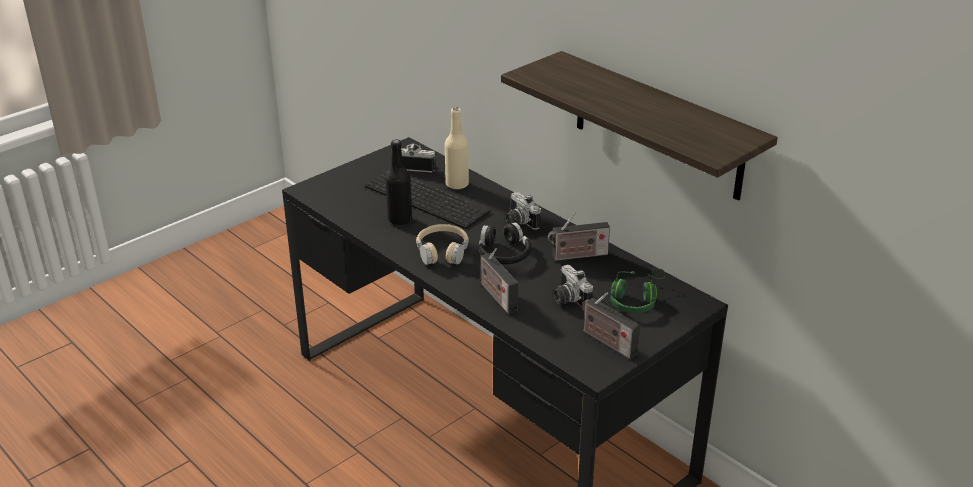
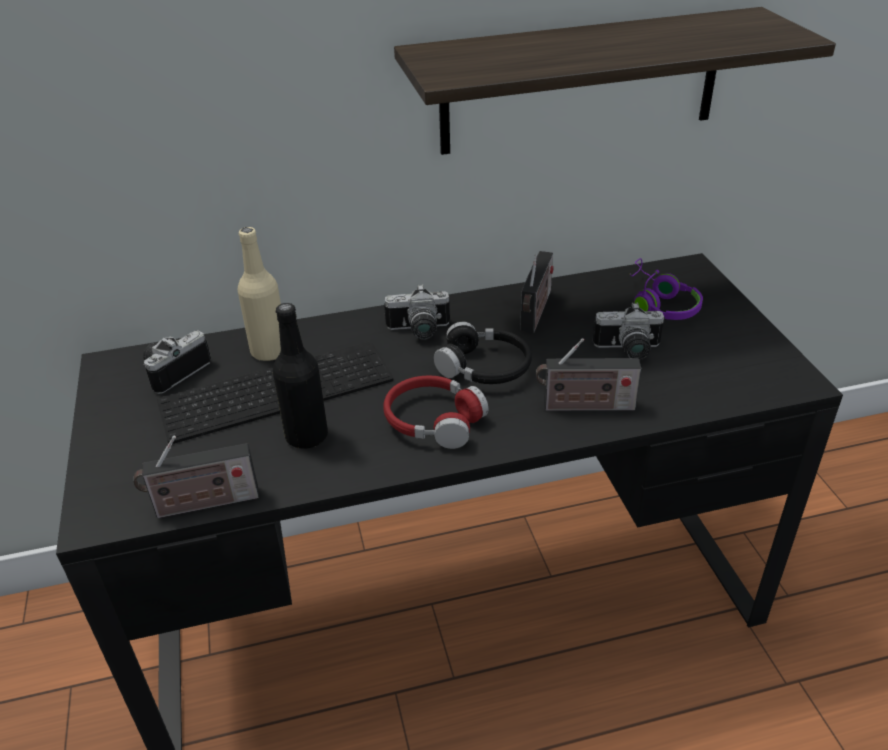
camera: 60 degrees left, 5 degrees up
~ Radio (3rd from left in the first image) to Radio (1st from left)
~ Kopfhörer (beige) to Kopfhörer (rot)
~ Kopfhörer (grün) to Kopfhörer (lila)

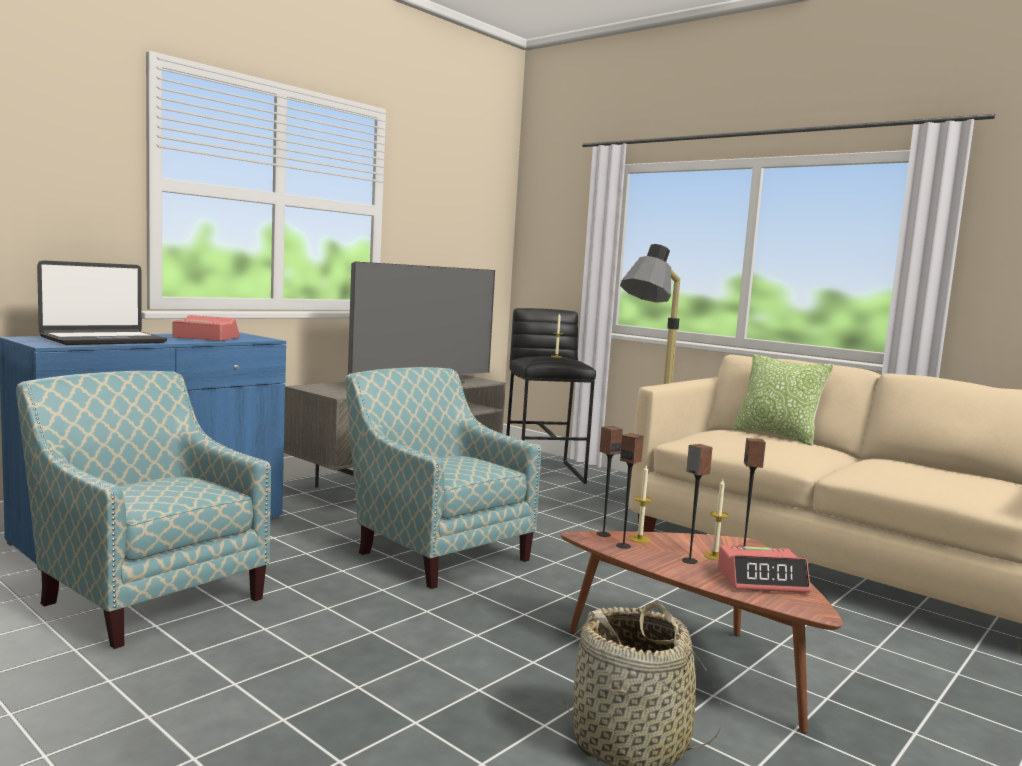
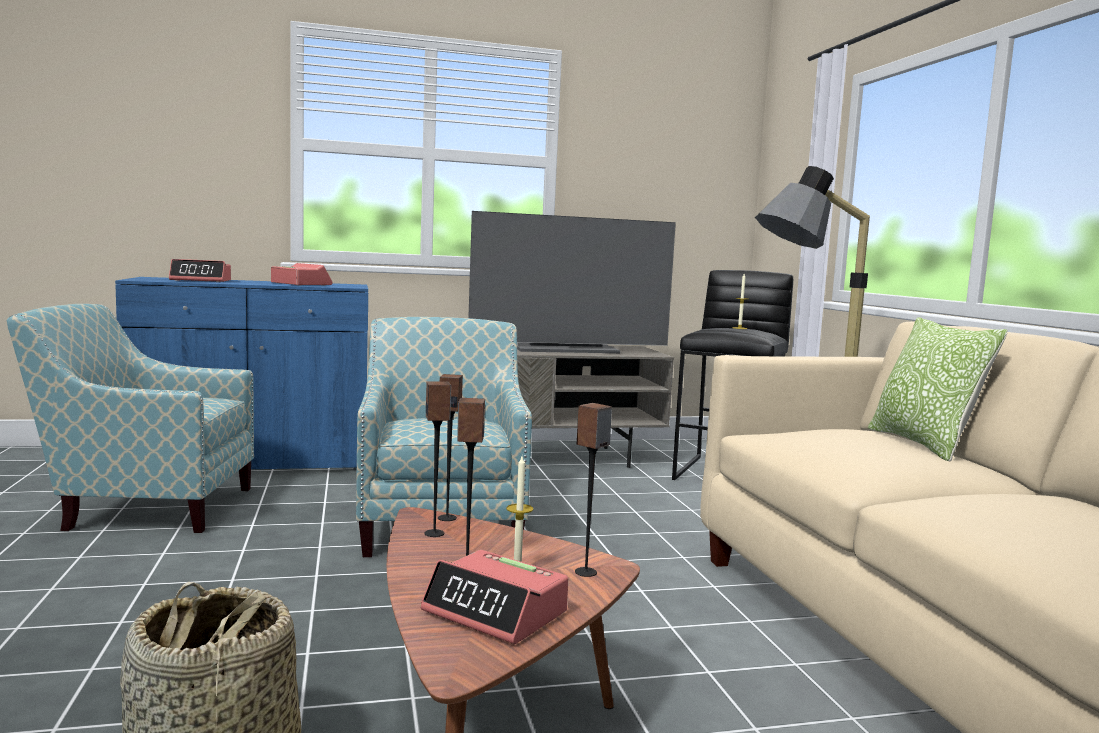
camera: 35 degrees right, 0 degrees up
~ Sessel (1st from left) 75 degrees counterclockwise
~ Laptop to Wecker (1st from left)
- Kerze (2nd from left)

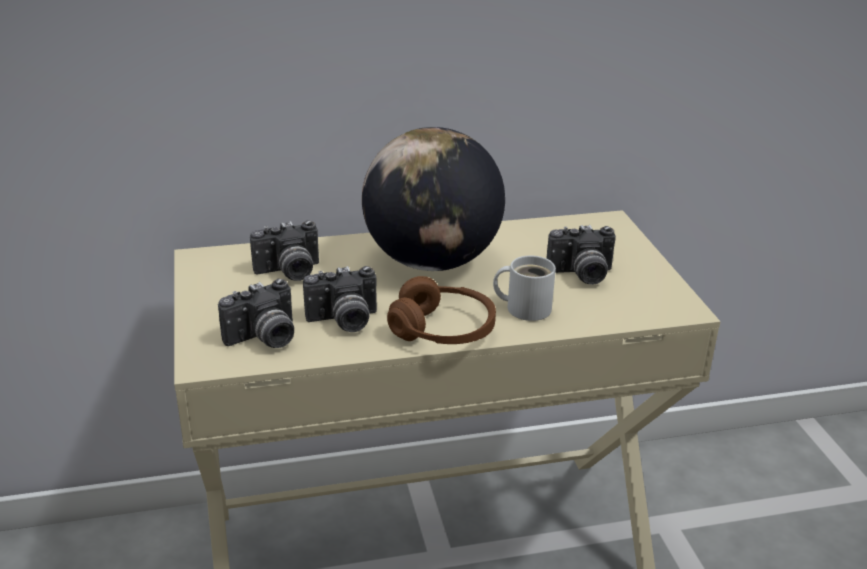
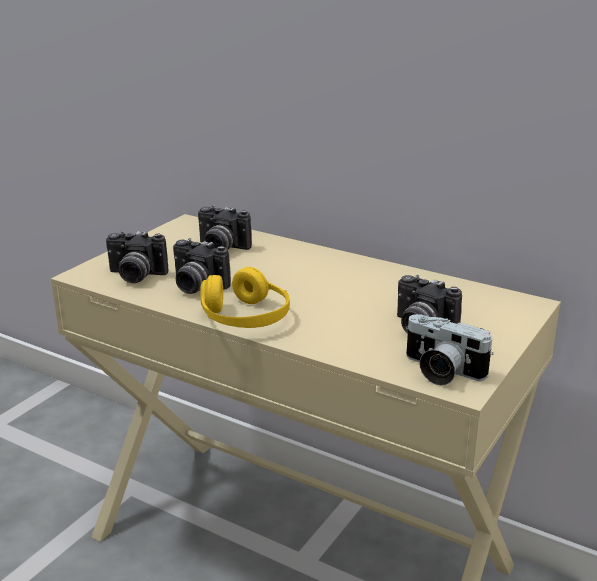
camera: 45 degrees right, 5 degrees down
~ Kopfhörer (braun) to Kopfhörer (gelb)
+ Kamera (5th from left)
- Globus
- Henkelbecher (weiß)

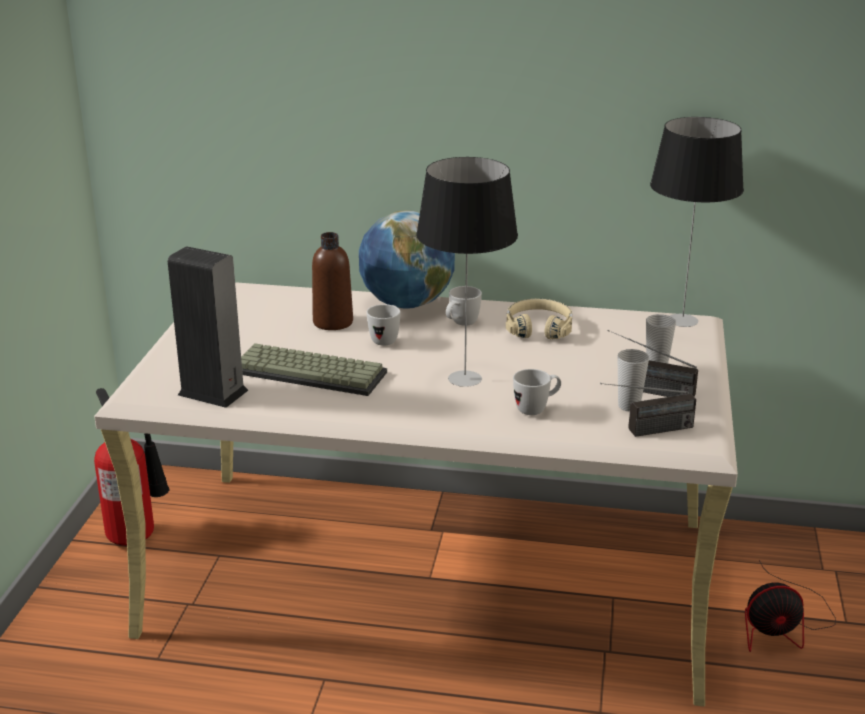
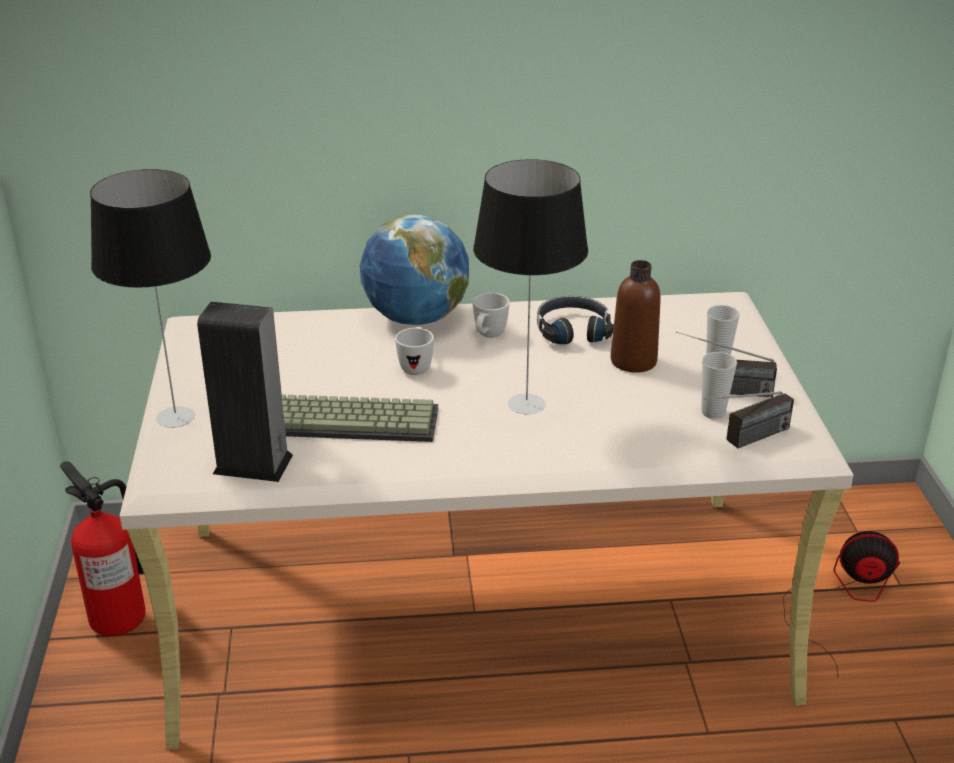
camera: 15 degrees left, 5 degrees up
~ Tischlampe (2nd from left in the first image) to Tischlampe (1st from left)
~ Kopfhörer (beige) to Kopfhörer (schwarz)
~ Flasche (braun)
~ Ventilator 150 degrees counterclockwise
- Henkelbecher (weiß) (3rd from left)

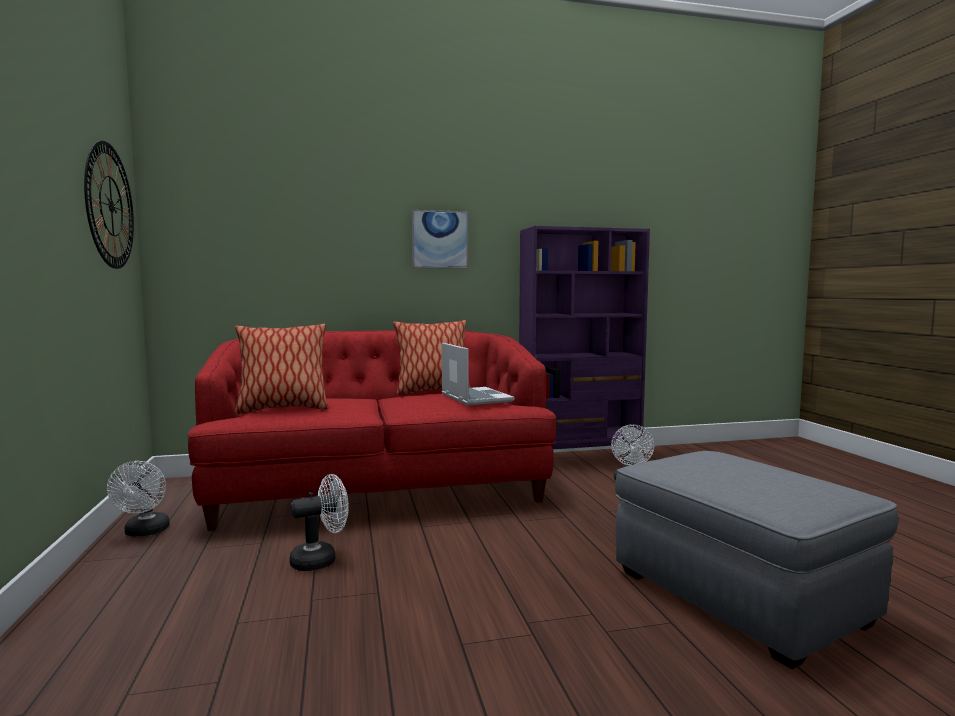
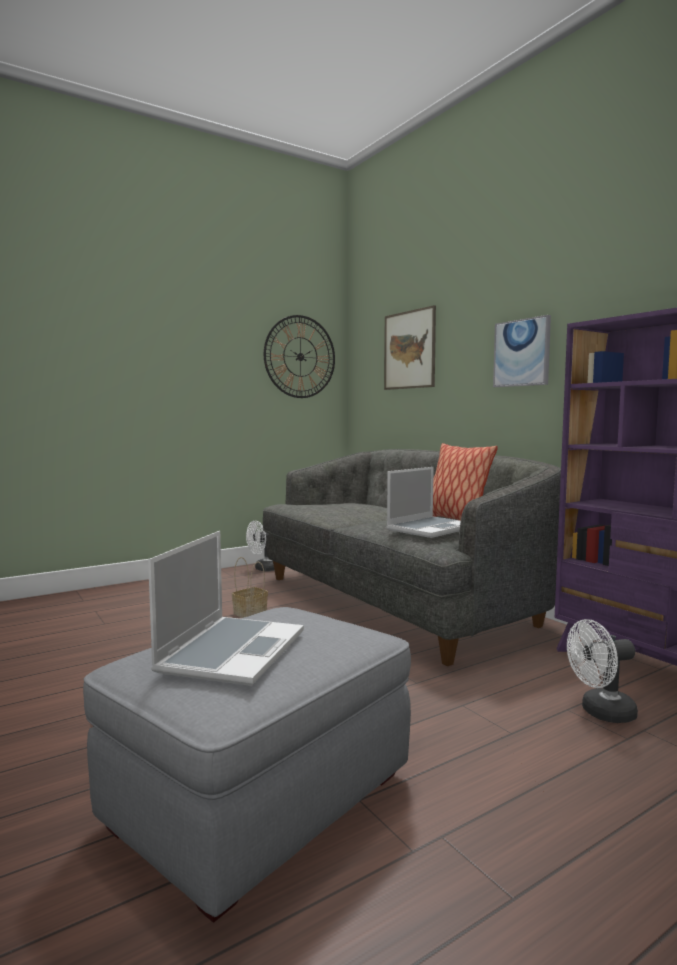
camera: 70 degrees right, 0 degrees up
+ Laptop (1st from left)
~ Ventilator (weiß) (2nd from left) to Korb
~ Sofa (rot) to Sofa (grau)
+ Bild (1st from left)
- Kissen (1st from left)

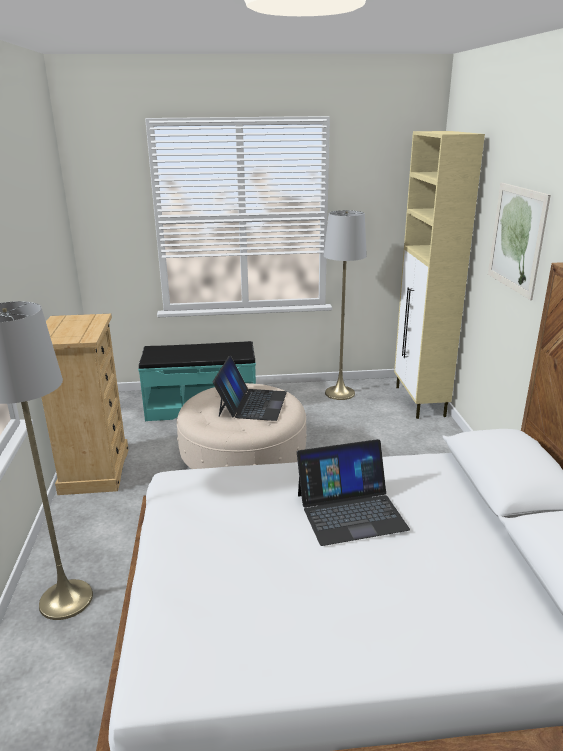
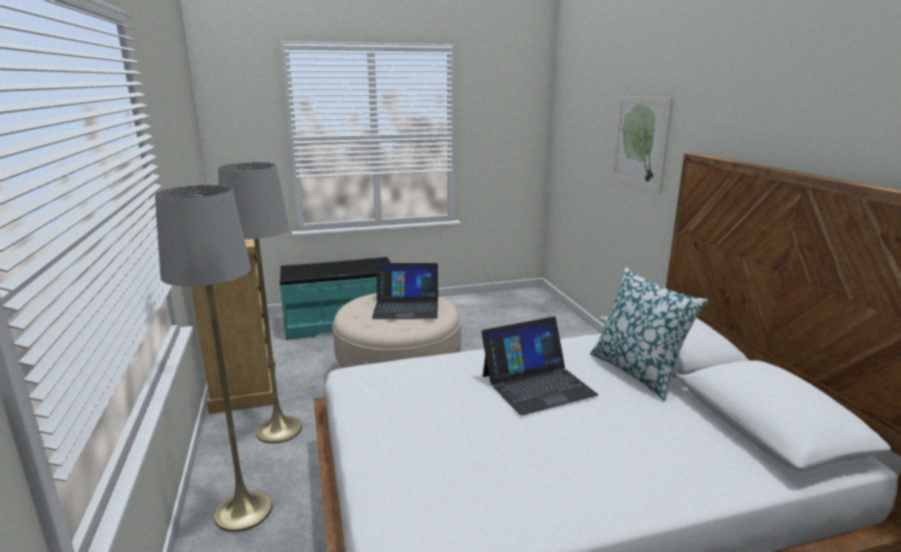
camera: 10 degrees left, 5 degrees down
~ Stehlampe (grau) (2nd from left)
~ Laptop (1st from left) 90 degrees clockwise
+ Kissen
- Schrank (beige)

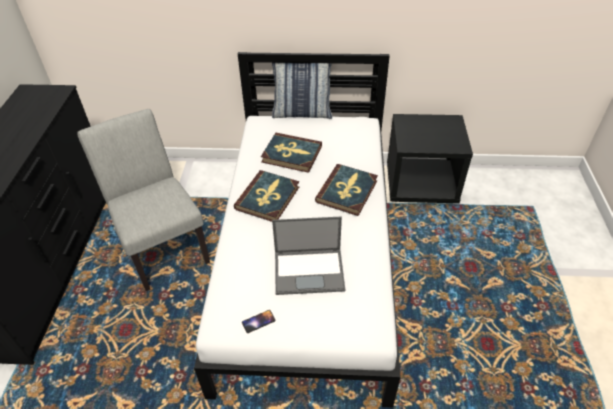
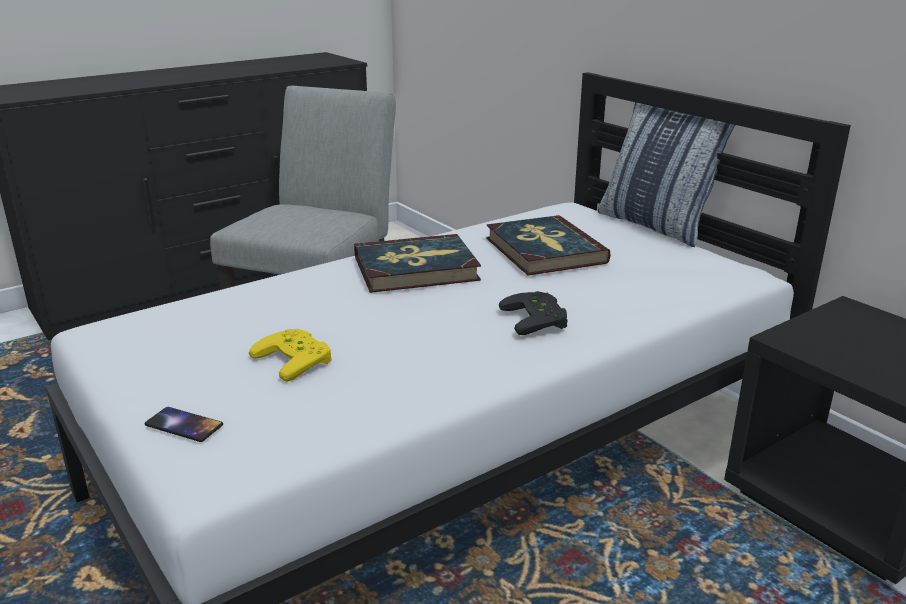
camera: 50 degrees right, 20 degrees down
~ Handy
~ Laptop to Gamepad (gelb)
~ Buch (3rd from left) to Gamepad (schwarz)

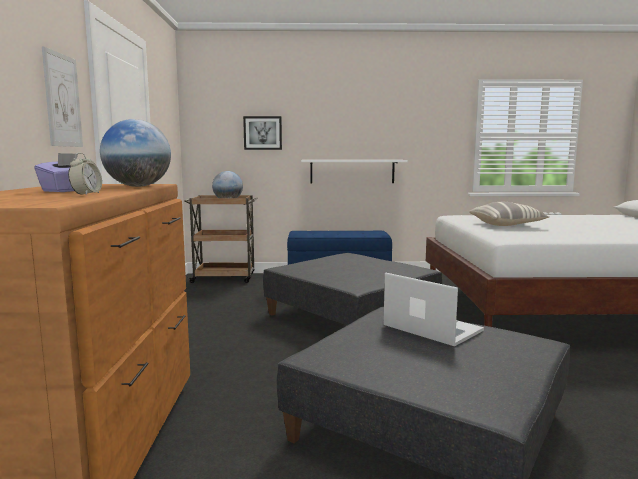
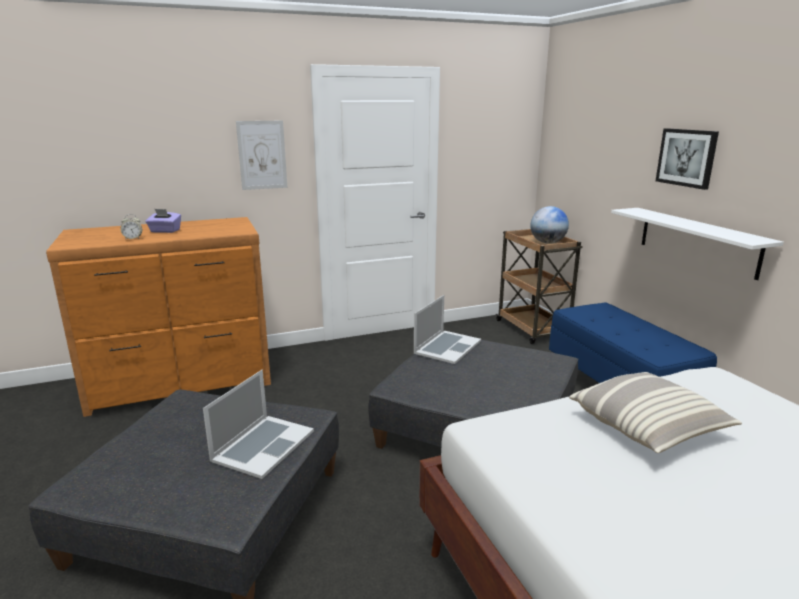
camera: 70 degrees right, 10 degrees up
+ Laptop (2nd from left)
~ Bild (2nd from left)
- Globus (1st from left)

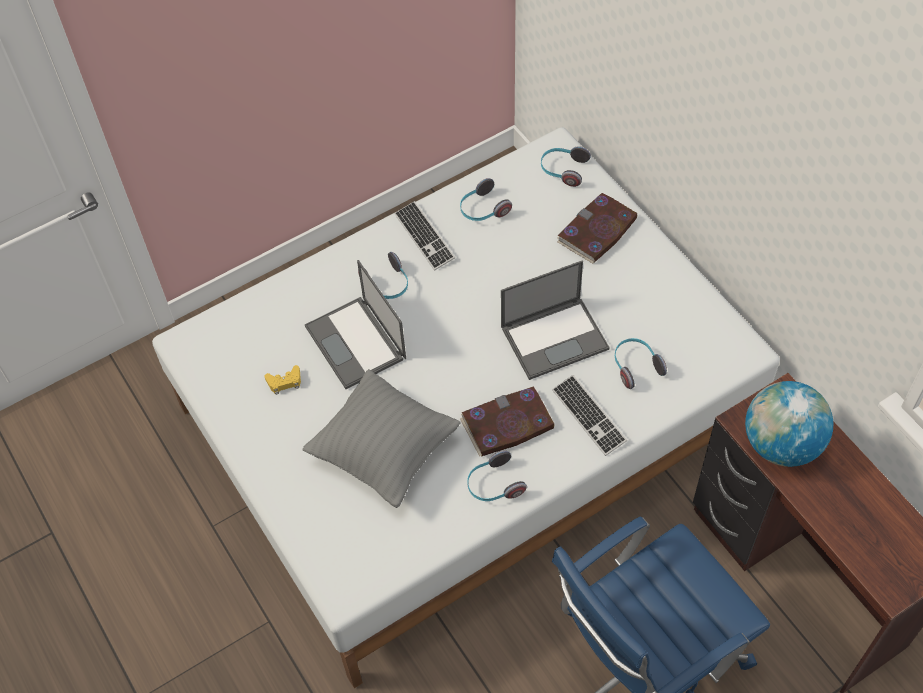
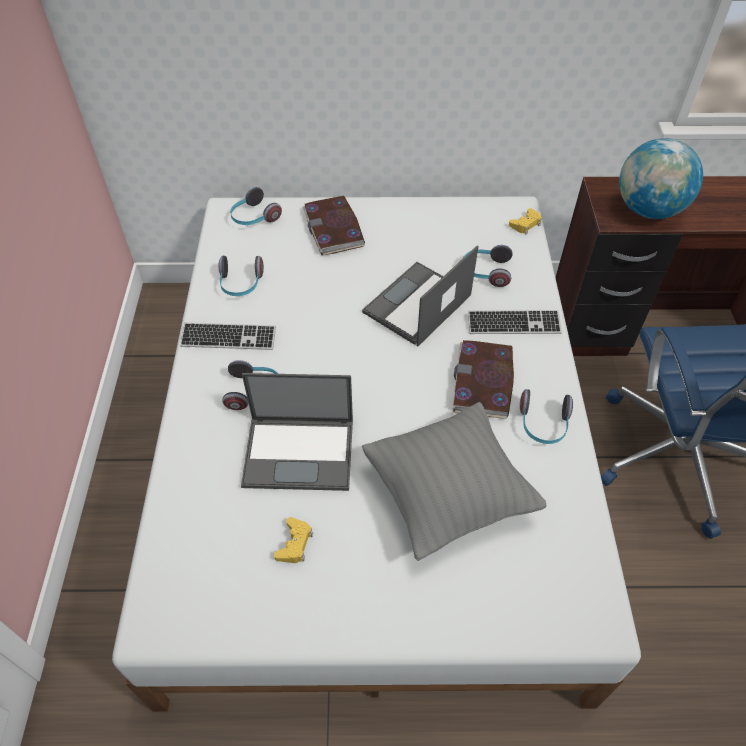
camera: 60 degrees left, 5 degrees down
~ Laptop (2nd from left) 150 degrees counterclockwise
+ Gamepad (gelb) (2nd from left)

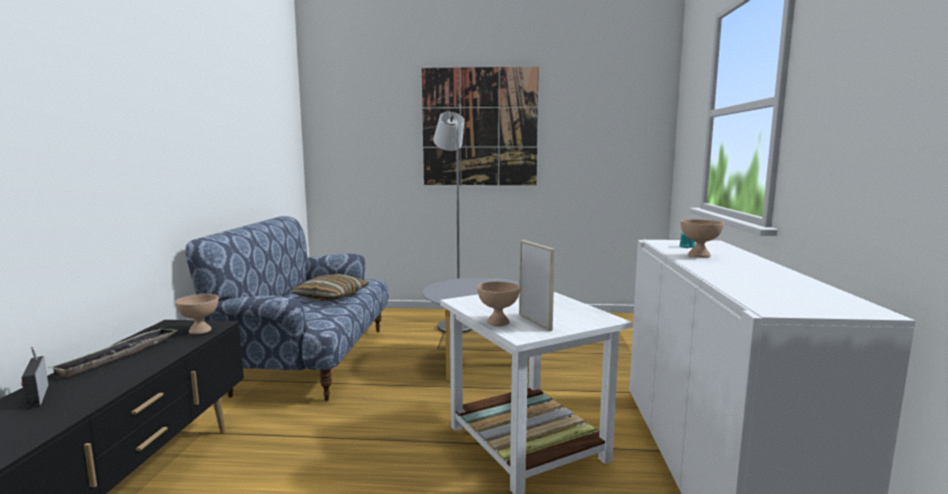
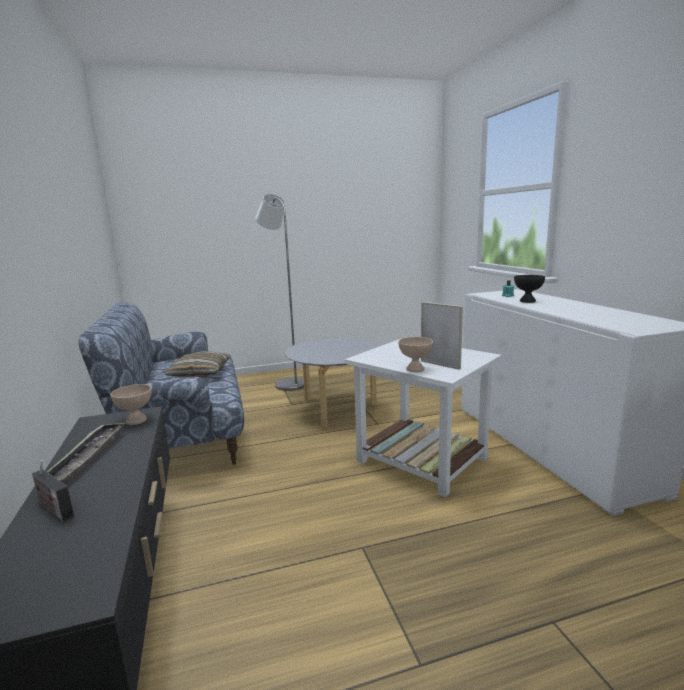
camera: 20 degrees left, 5 degrees up
~ Schüssel (beige) (3rd from left) to Schüssel (schwarz)
- Bild

